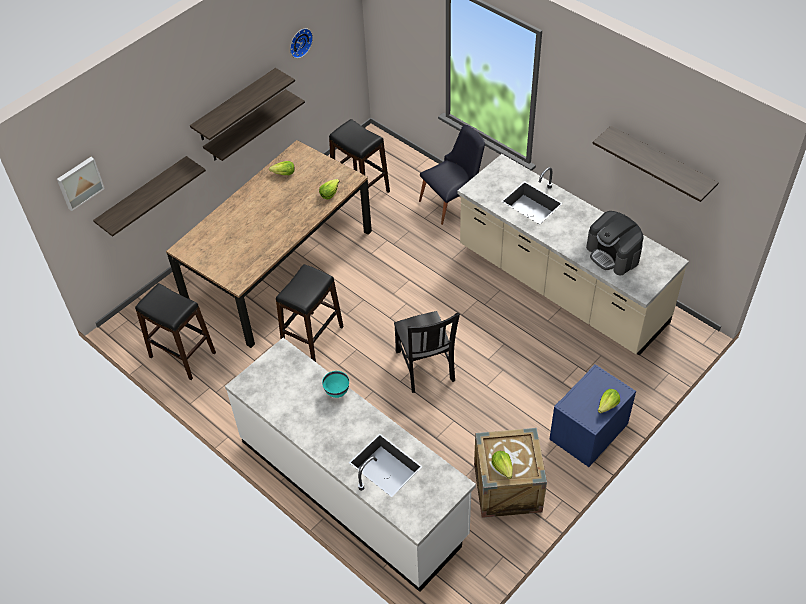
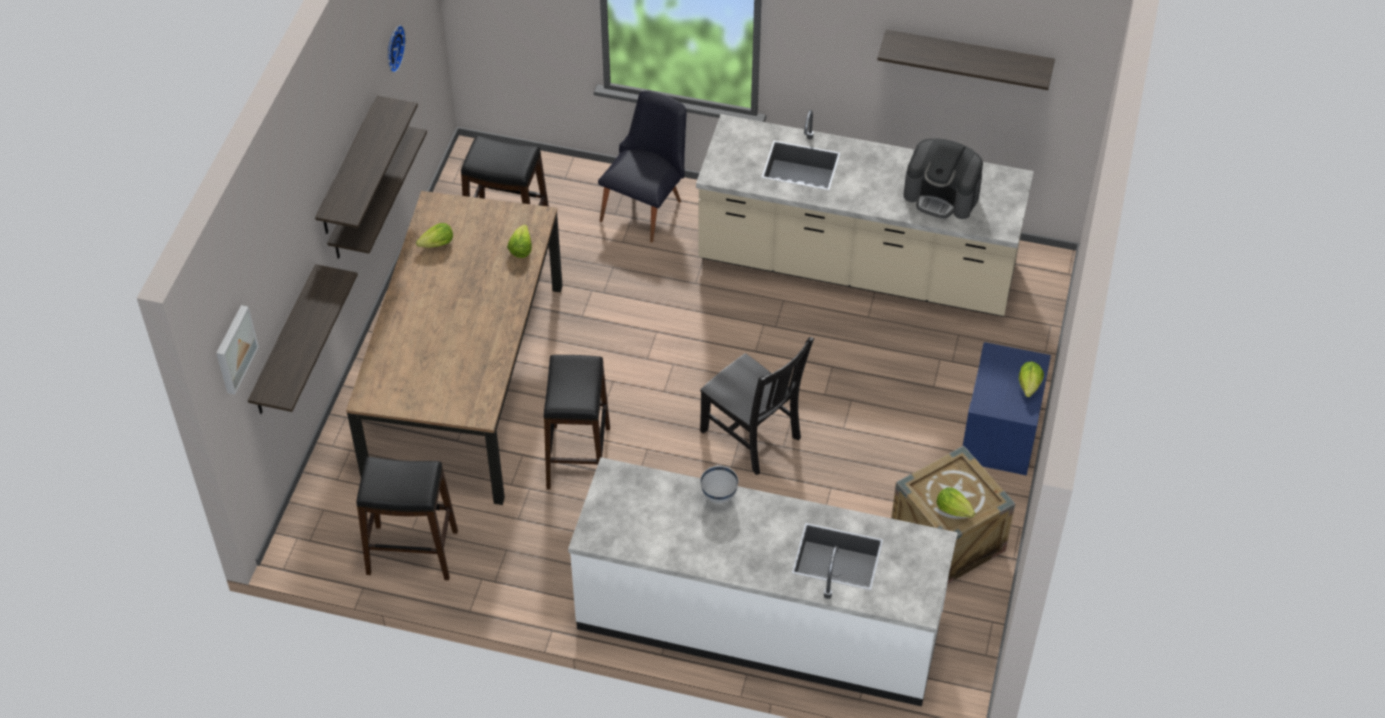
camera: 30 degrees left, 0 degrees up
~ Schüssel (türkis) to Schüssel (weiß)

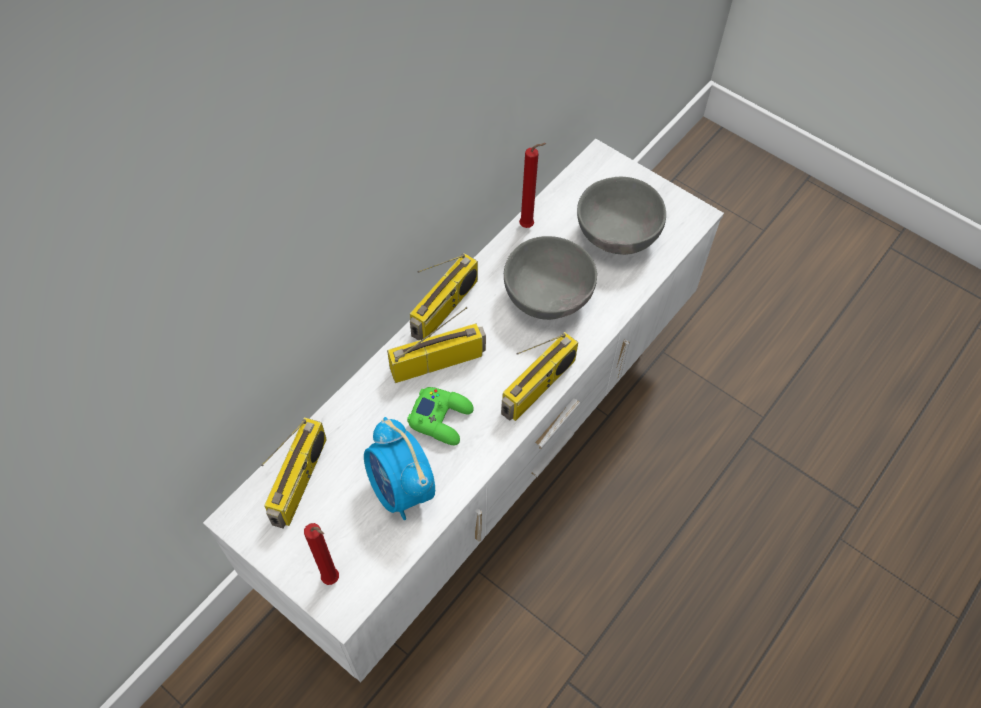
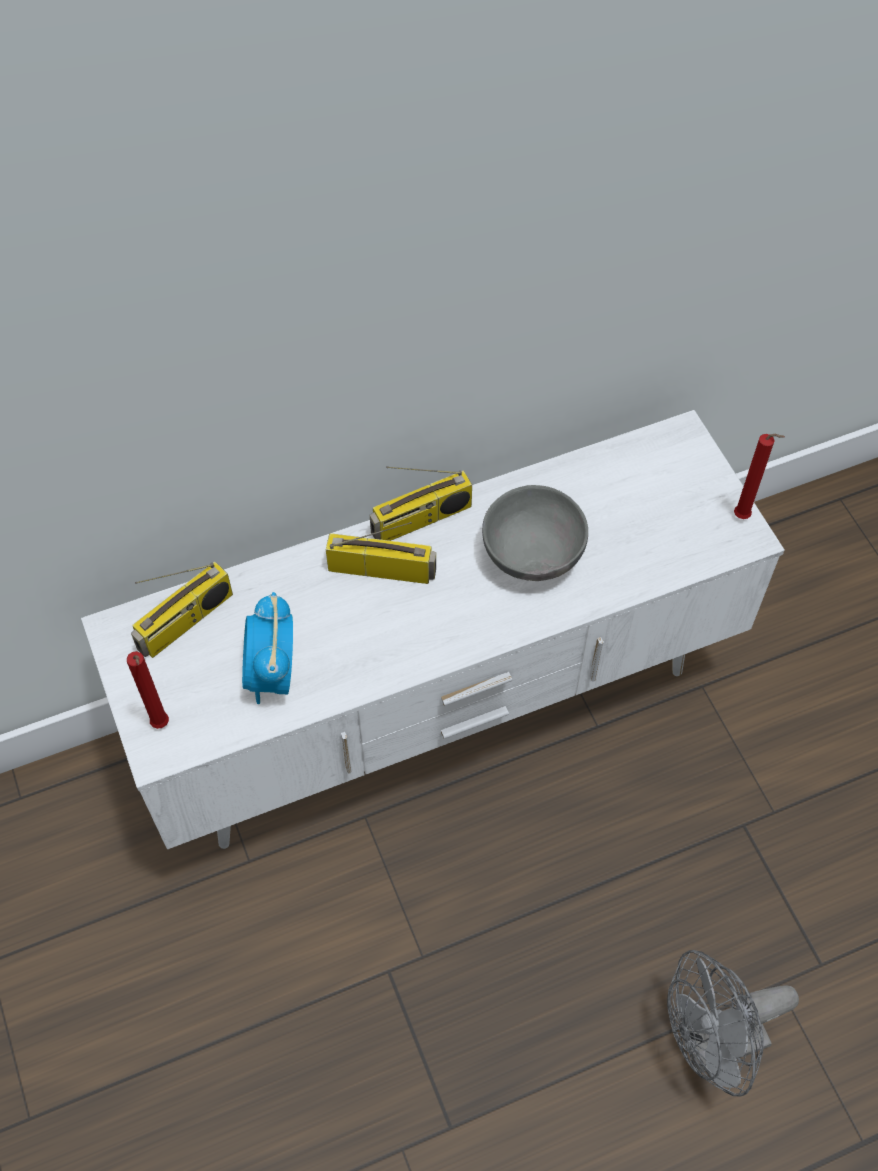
camera: 30 degrees right, 0 degrees up
+ Ventilator (grau)
~ Kerze (rot) (2nd from left)
- Gamepad (grün)
- Radio (4th from left)
- Schüssel (grau) (2nd from left)

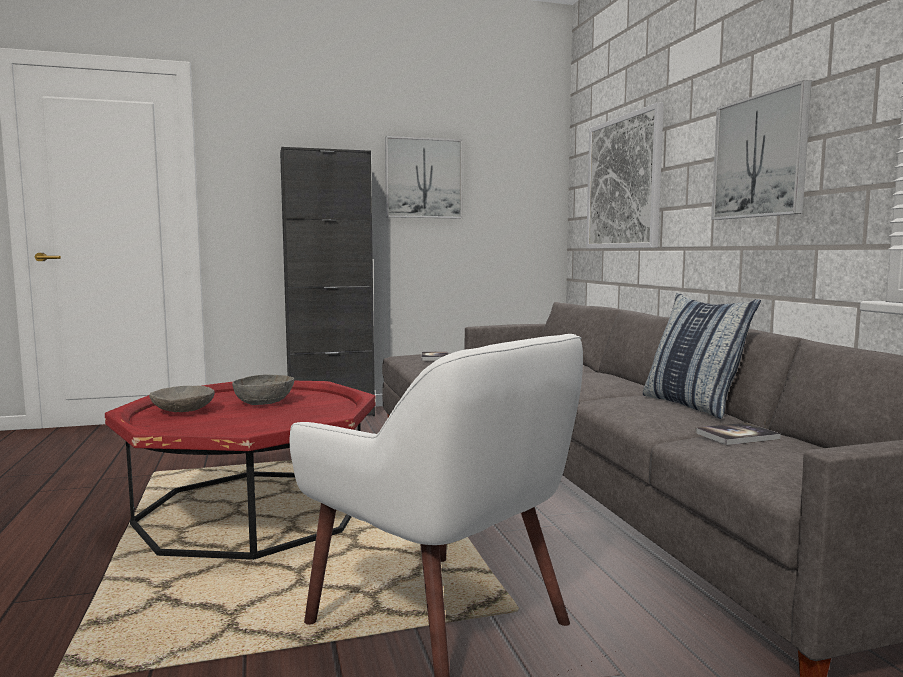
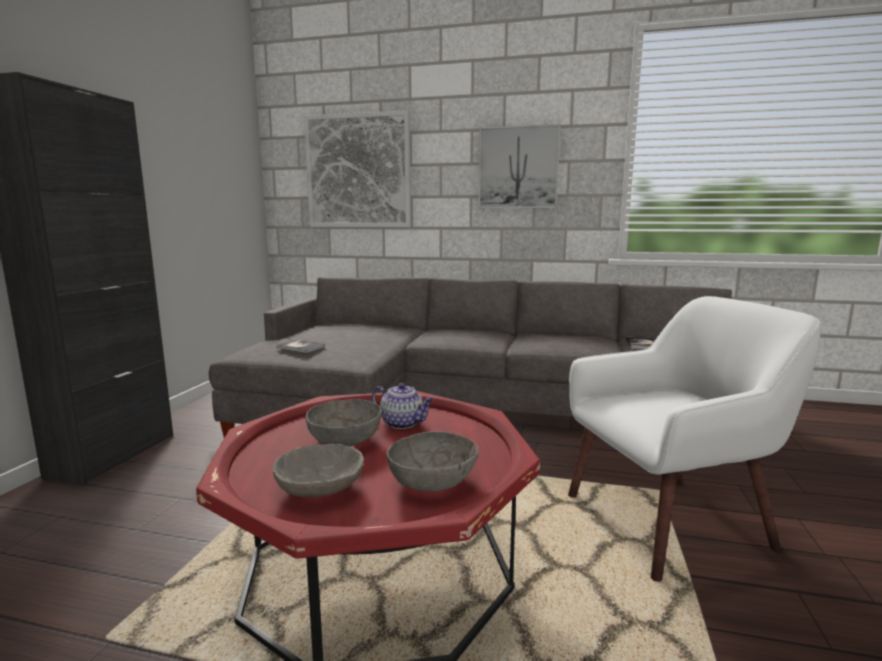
camera: 60 degrees left, 5 degrees up
+ Teekanne
+ Schüssel (grau) (3rd from left)
- Bild (1st from left)
- Kissen

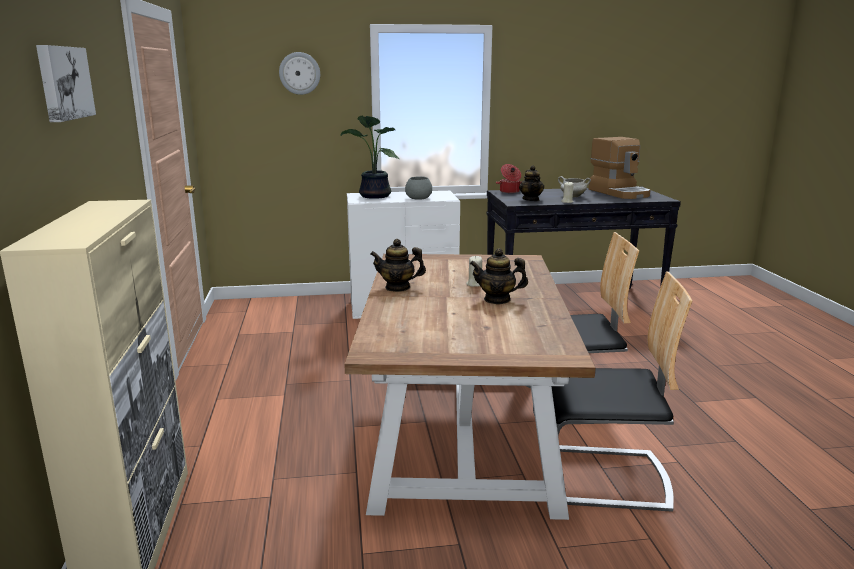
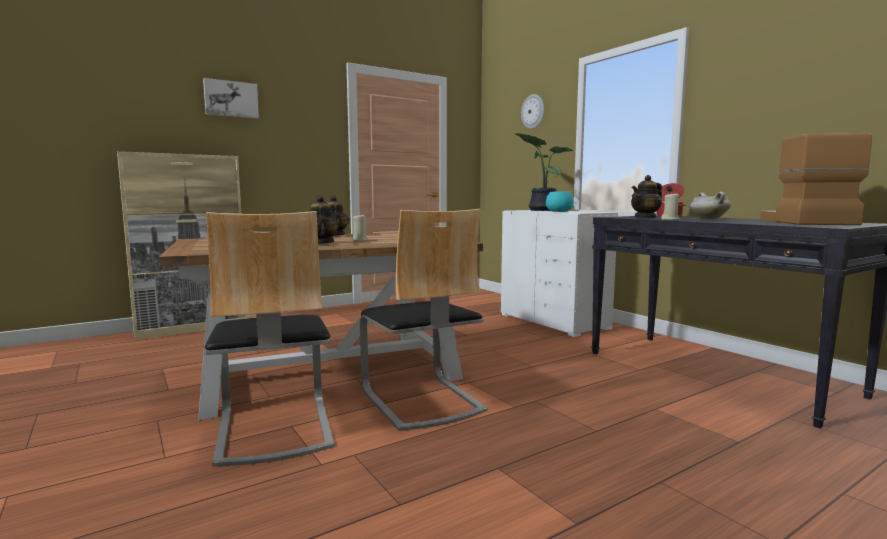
camera: 65 degrees right, 10 degrees down
~ Schüssel (grau) to Schüssel (türkis)
~ Kaffeemaschine 150 degrees clockwise

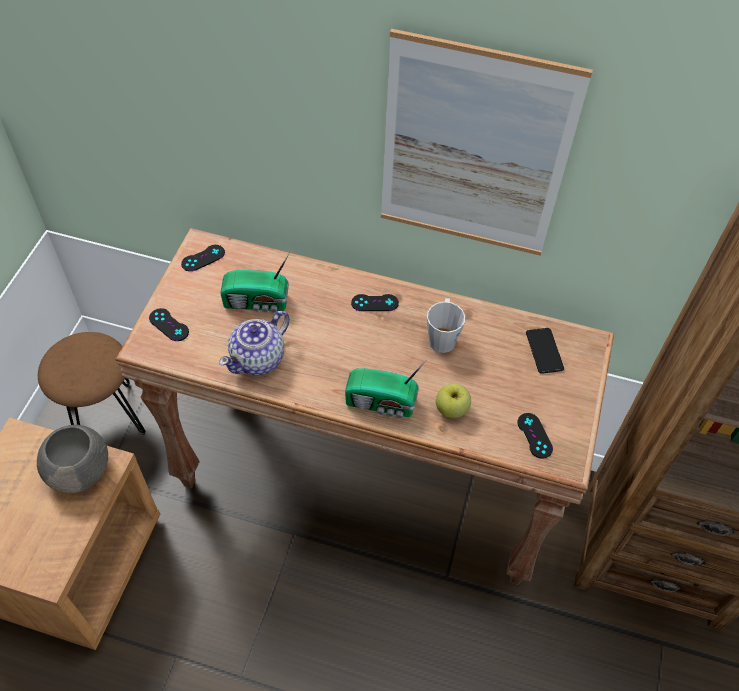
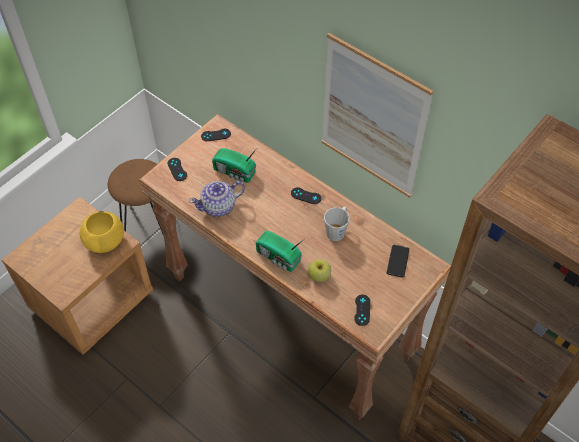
camera: 25 degrees right, 0 degrees up
~ Schüssel (grau) to Schüssel (gelb)

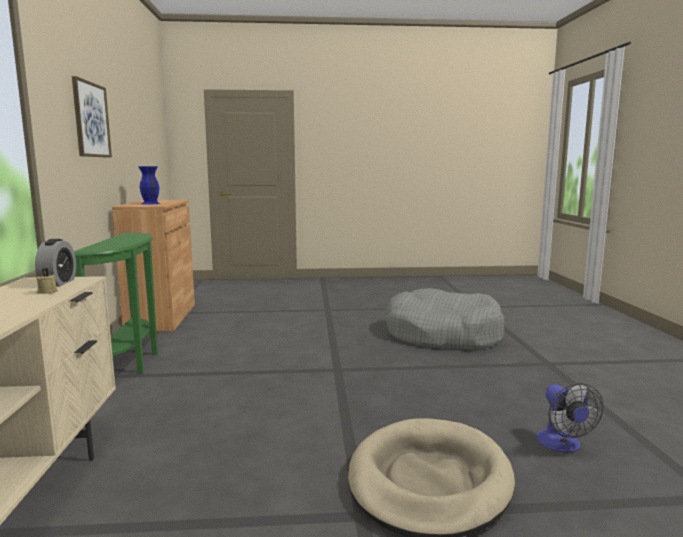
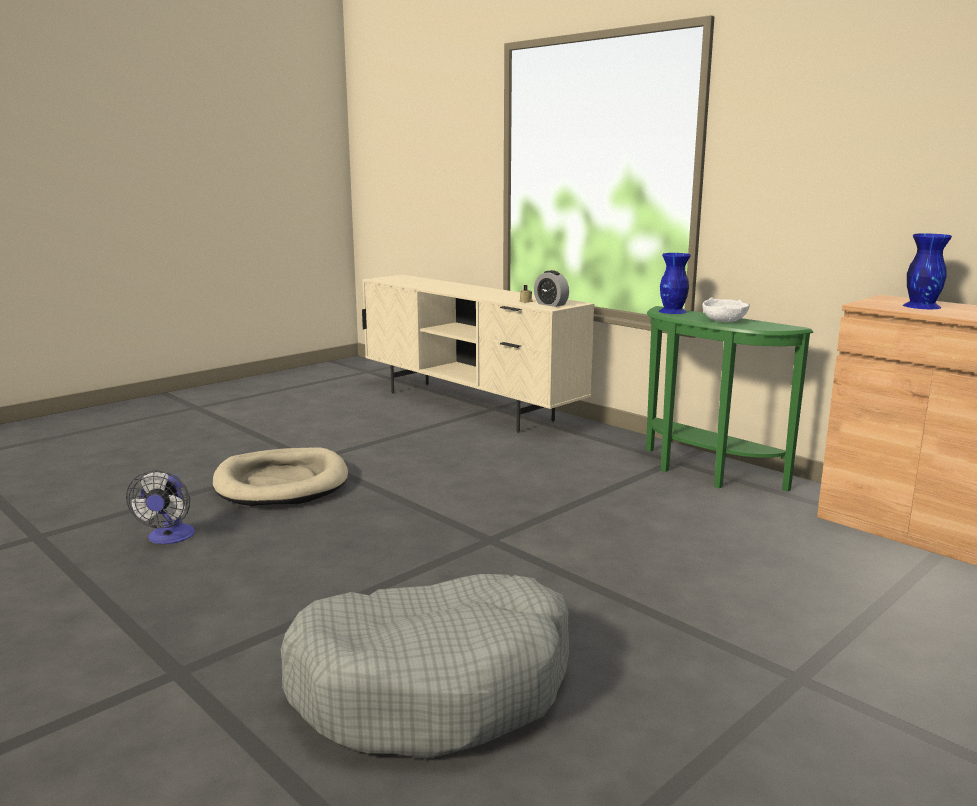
camera: 140 degrees right, 5 degrees up
~ Ventilator 135 degrees counterclockwise
+ Vase (blau) (1st from left)
+ Schüssel (weiß)
- Bild

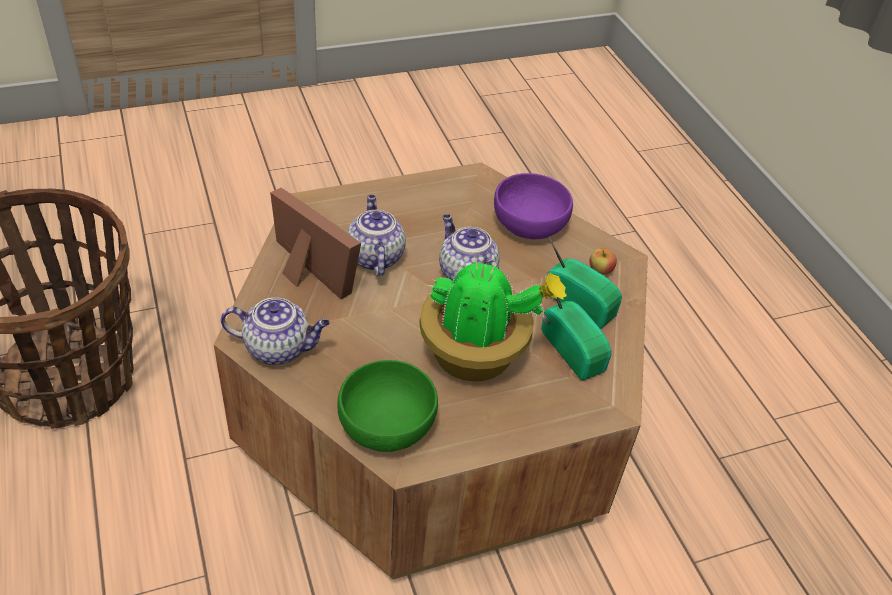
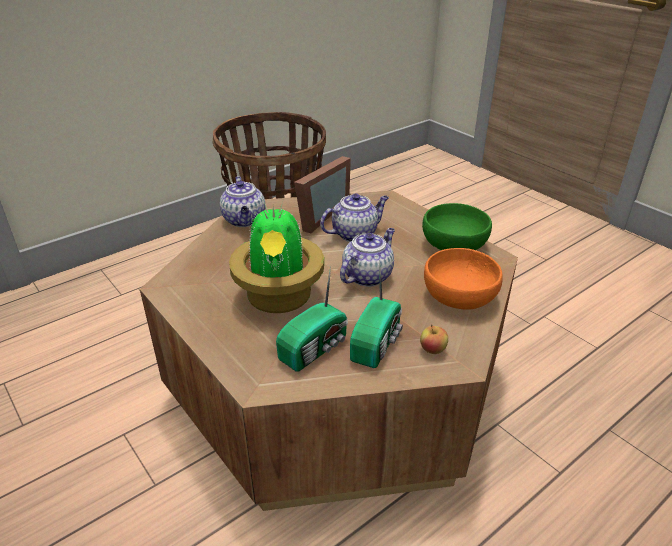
camera: 75 degrees right, 10 degrees down
~ Schüssel (grün)
~ Schüssel (lila) to Schüssel (orange)

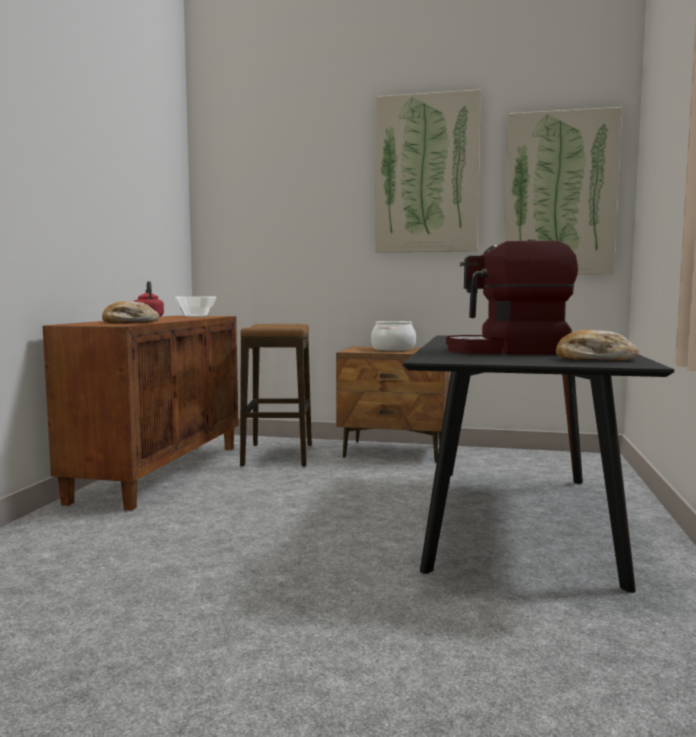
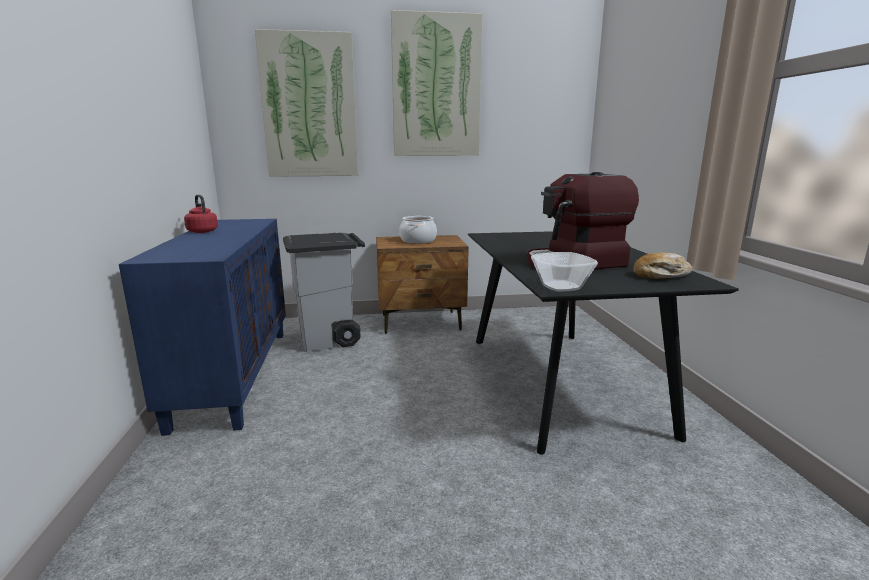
camera: 20 degrees left, 10 degrees up
~ Schrank (braun) to Schrank (blau)
~ Bild (2nd from left in the first image) to Bild (1st from left)
~ Hocker to Mülleimer (grau)
~ Schüssel
- Brot (1st from left)

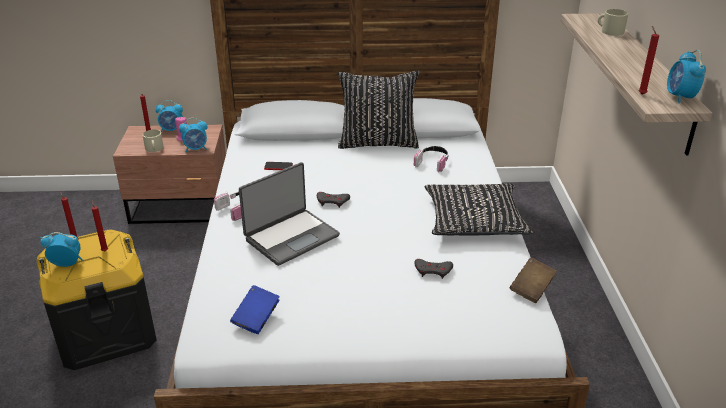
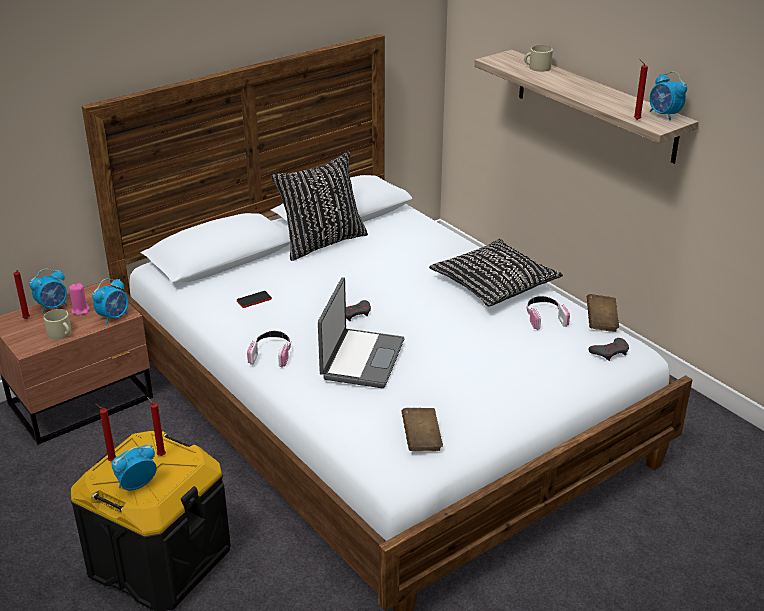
camera: 35 degrees left, 0 degrees up
~ Buch (blau) to Buch (braun) (1st from left)
~ Kopfhörer (2nd from left)
~ Gamepad (grau) (2nd from left)

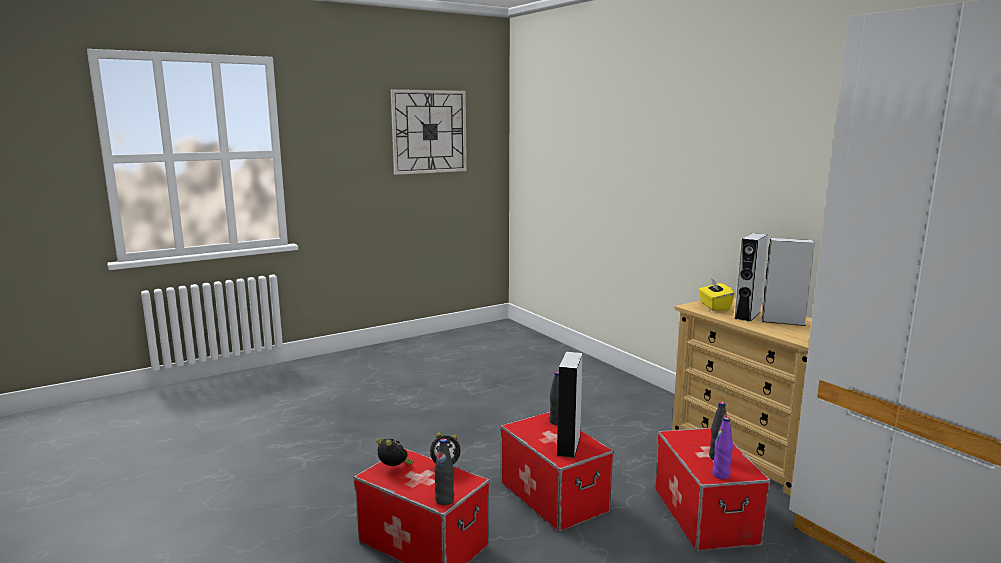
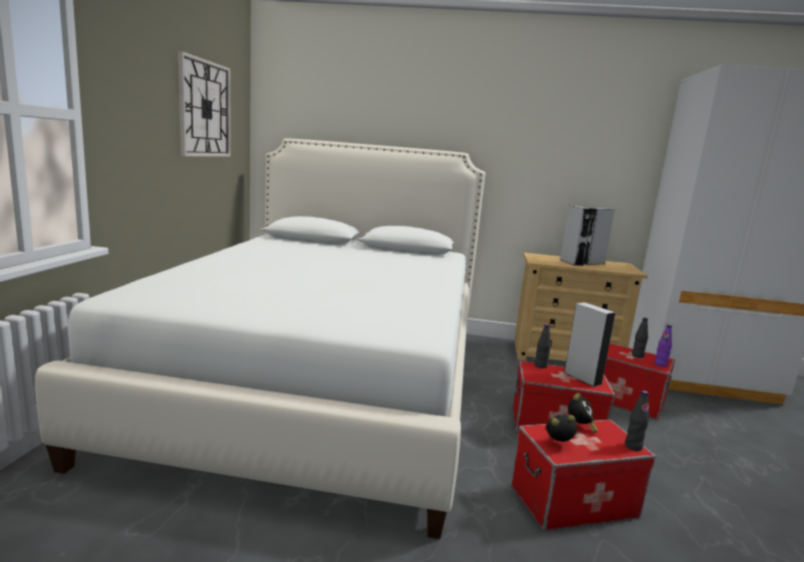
camera: 50 degrees left, 0 degrees up
+ Bett (weiß)
- Taschentuchbox (gelb)

